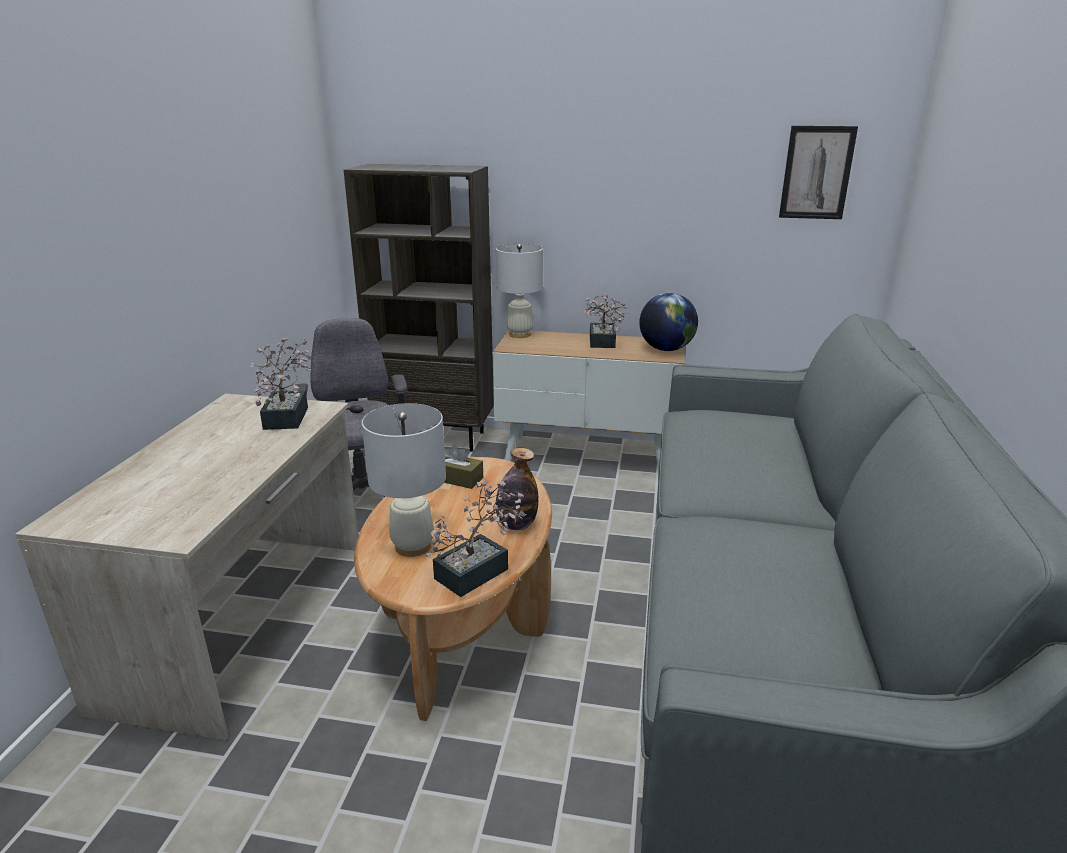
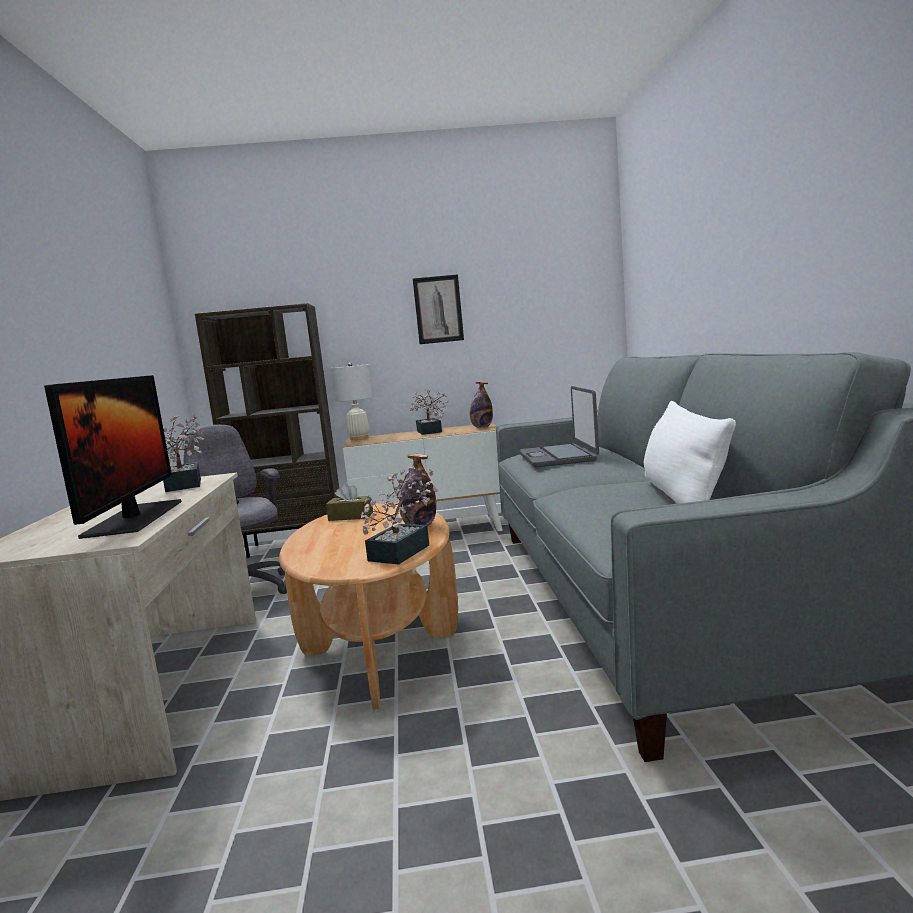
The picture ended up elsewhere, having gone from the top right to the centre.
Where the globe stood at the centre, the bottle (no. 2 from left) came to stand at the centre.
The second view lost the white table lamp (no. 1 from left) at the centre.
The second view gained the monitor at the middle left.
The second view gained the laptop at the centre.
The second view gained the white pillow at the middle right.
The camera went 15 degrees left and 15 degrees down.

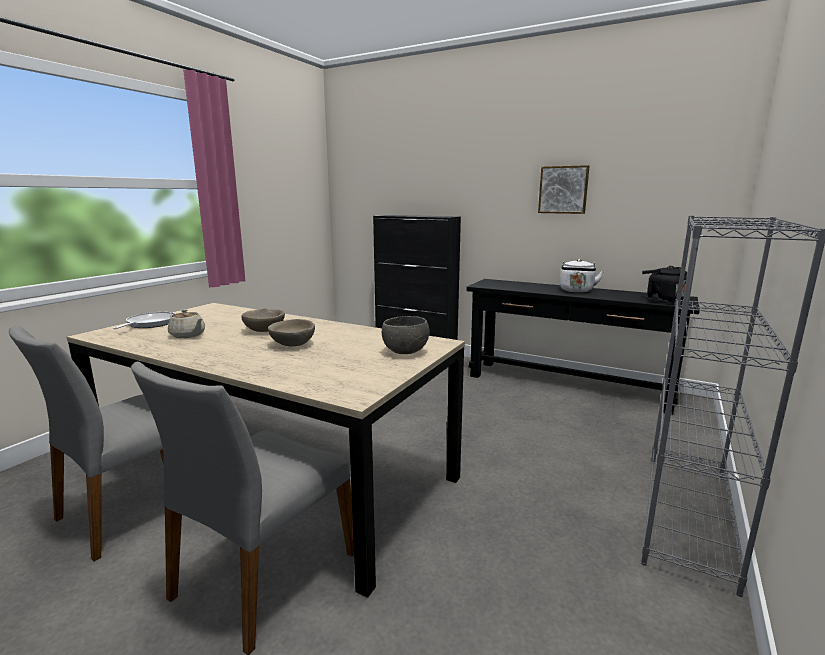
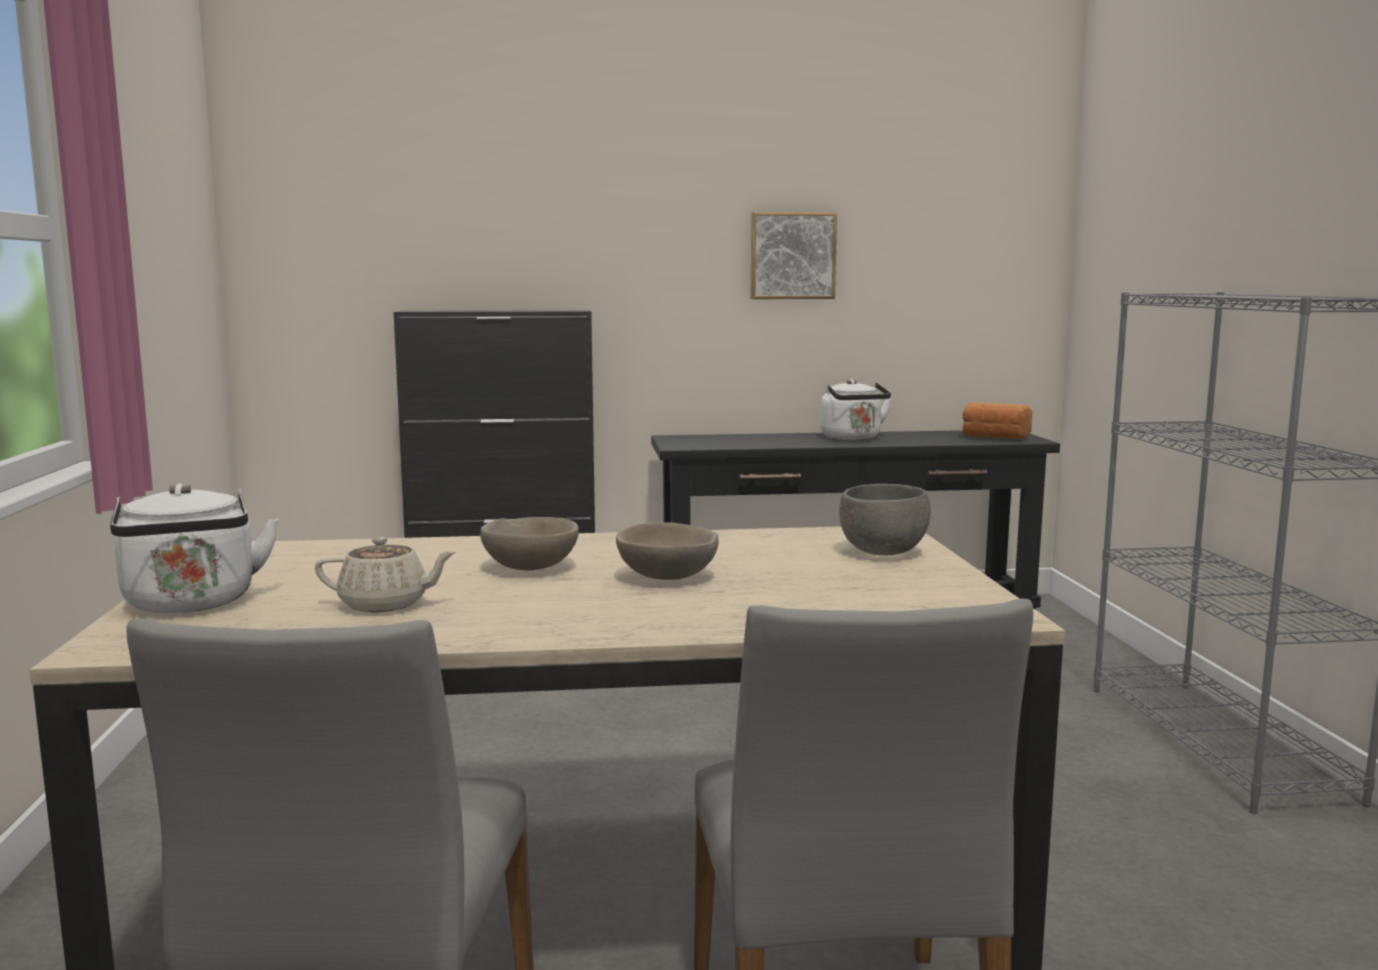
Where the black kettle stood at the middle right, the bread came to stand at the middle right.
Where the frying pan stood at the middle left, the white kettle (no. 1 from left) came to stand at the middle left.
The camera went 35 degrees left and 5 degrees down.

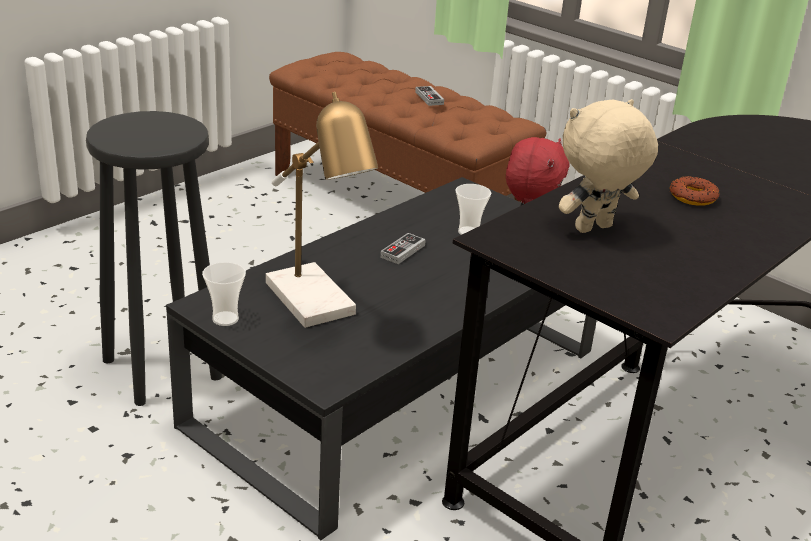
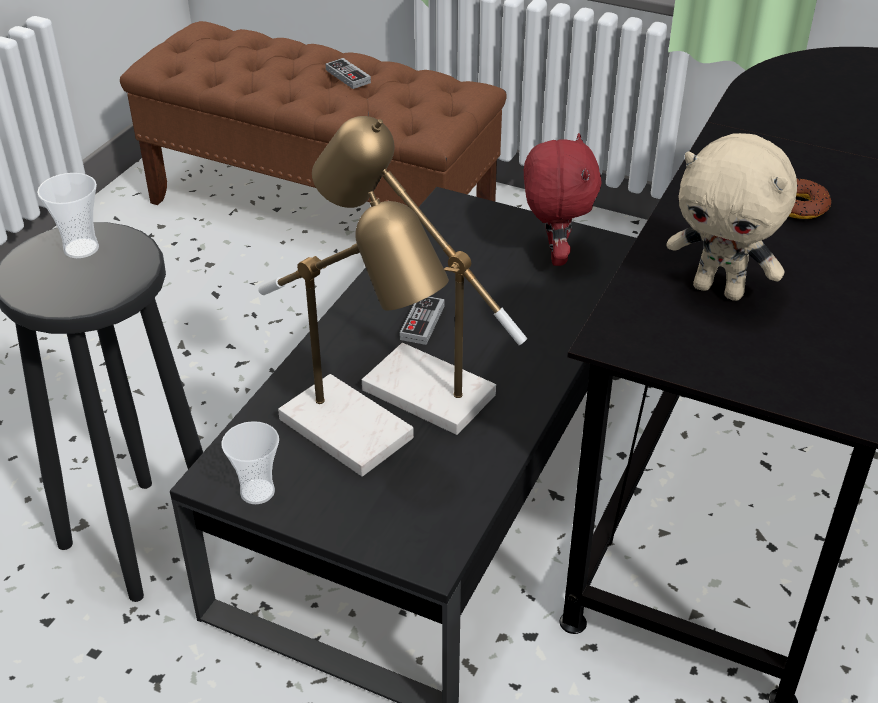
The beige plush toy at the top right ended up facing another way, 105 degrees counterclockwise from before.
The cup (no. 2 from left in the first image) ended up elsewhere, having gone from the centre to the top left.
The second view gained the table lamp (no. 2 from left) at the centre.
The camera went 15 degrees left and 10 degrees up.

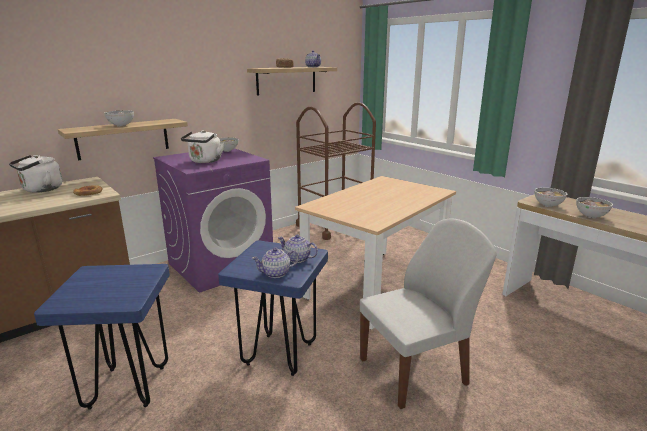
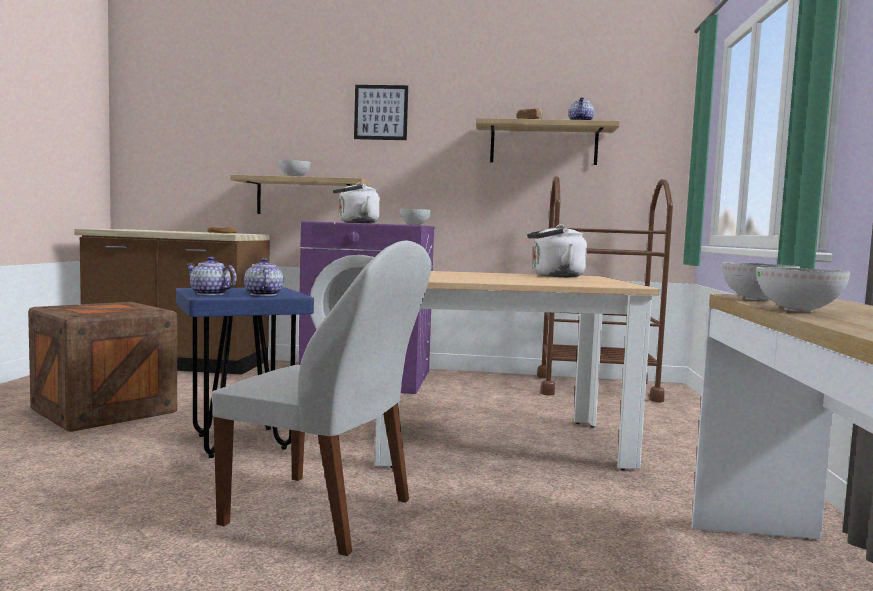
The white kettle (no. 1 from left in the first image) ended up elsewhere, having gone from the middle left to the centre.
Where the blue stool (no. 1 from left) stood at the bottom left, the crate came to stand at the middle left.
The second view gained the picture at the top centre.
The camera went 45 degrees right and 15 degrees down.

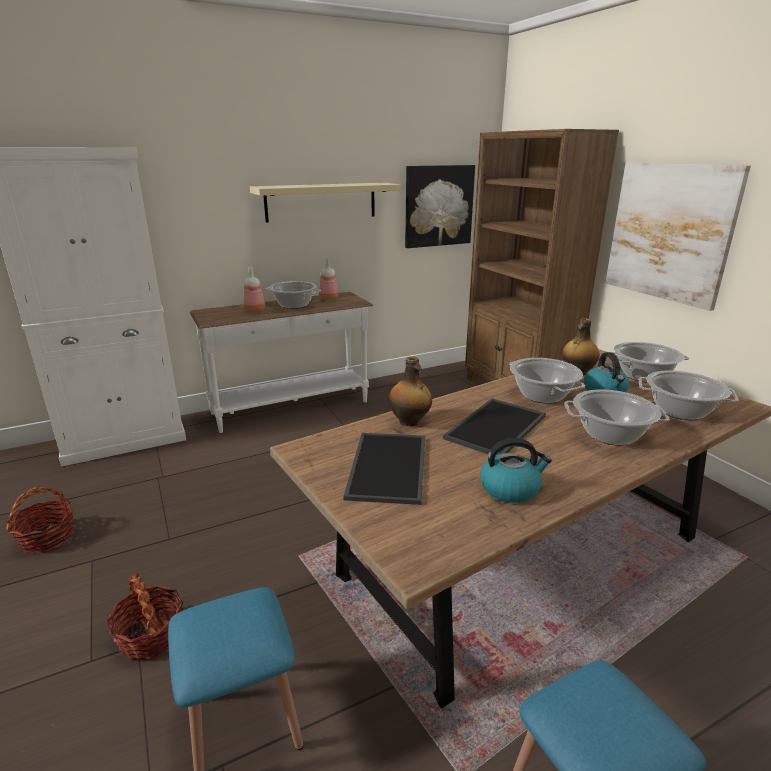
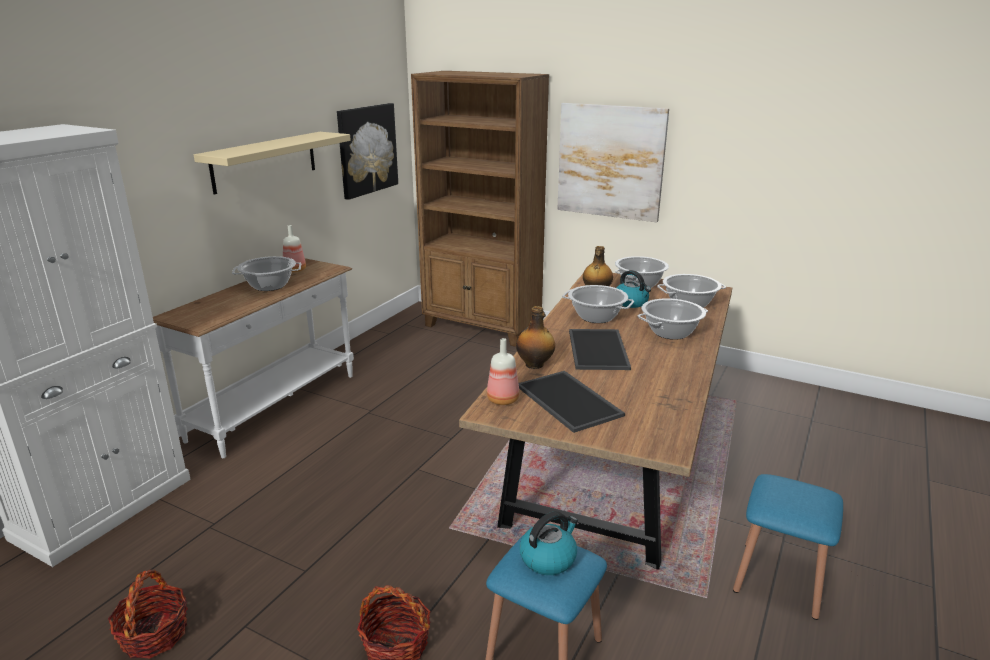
The bottle (no. 1 from left in the first image) ended up elsewhere, having gone from the middle left to the centre.
The kettle (no. 1 from left) ended up elsewhere, having gone from the middle right to the bottom centre.
The camera went 35 degrees left and 0 degrees up.

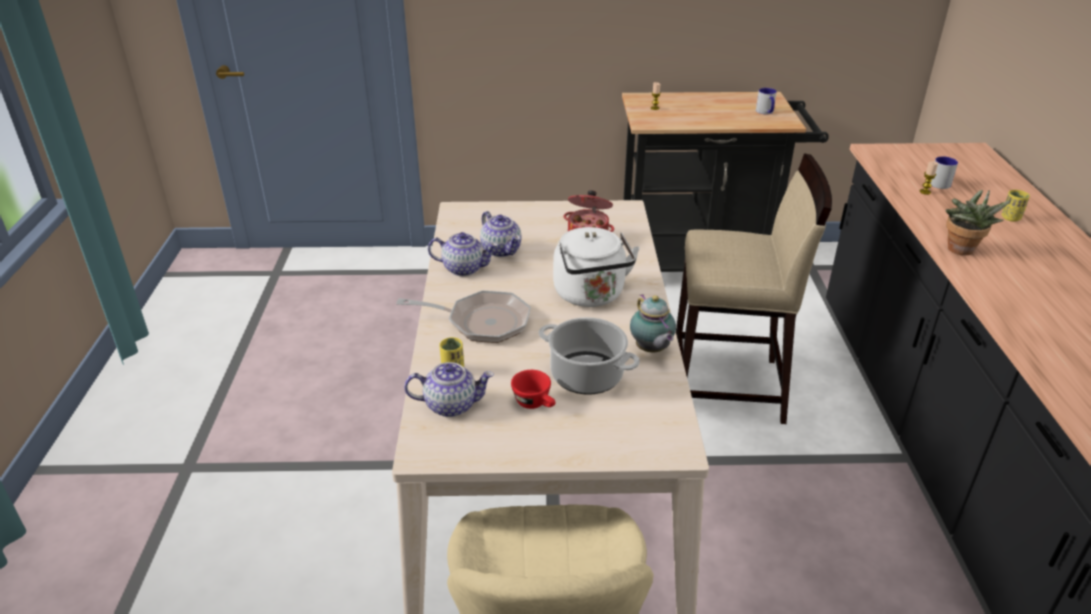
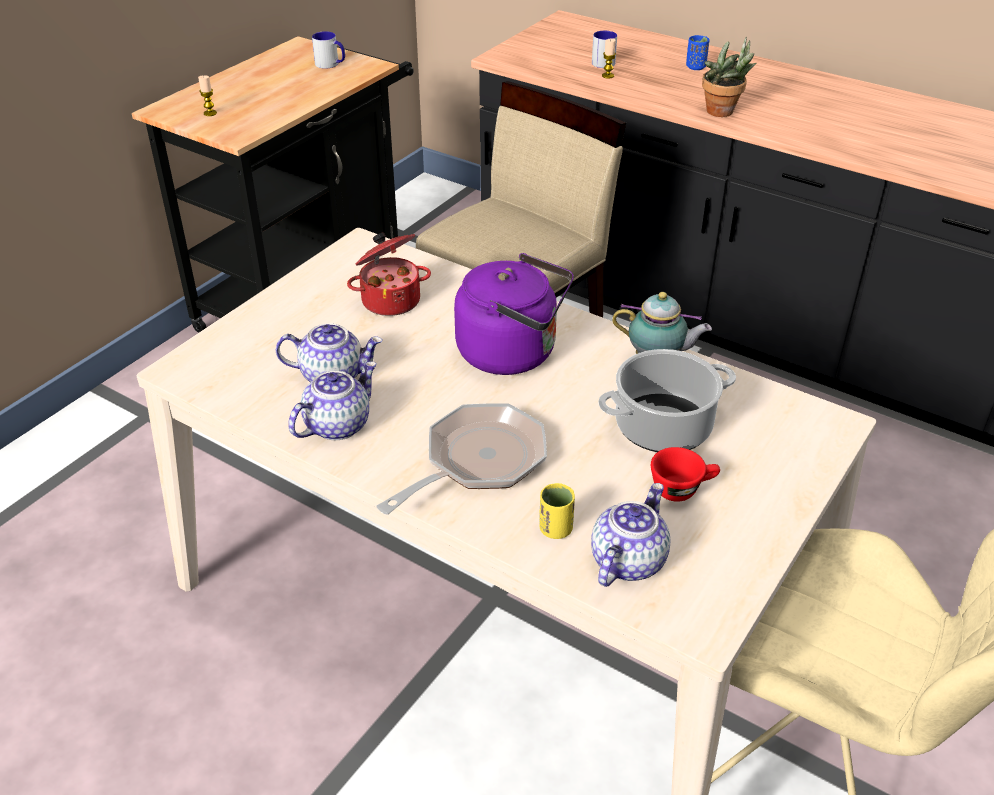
What was the yellow cup (no. 2 from left) at the middle right turned into the blue cup at the top right.
What was the white kettle at the centre turned into the purple kettle at the centre.
The camera went 55 degrees left and 5 degrees up.

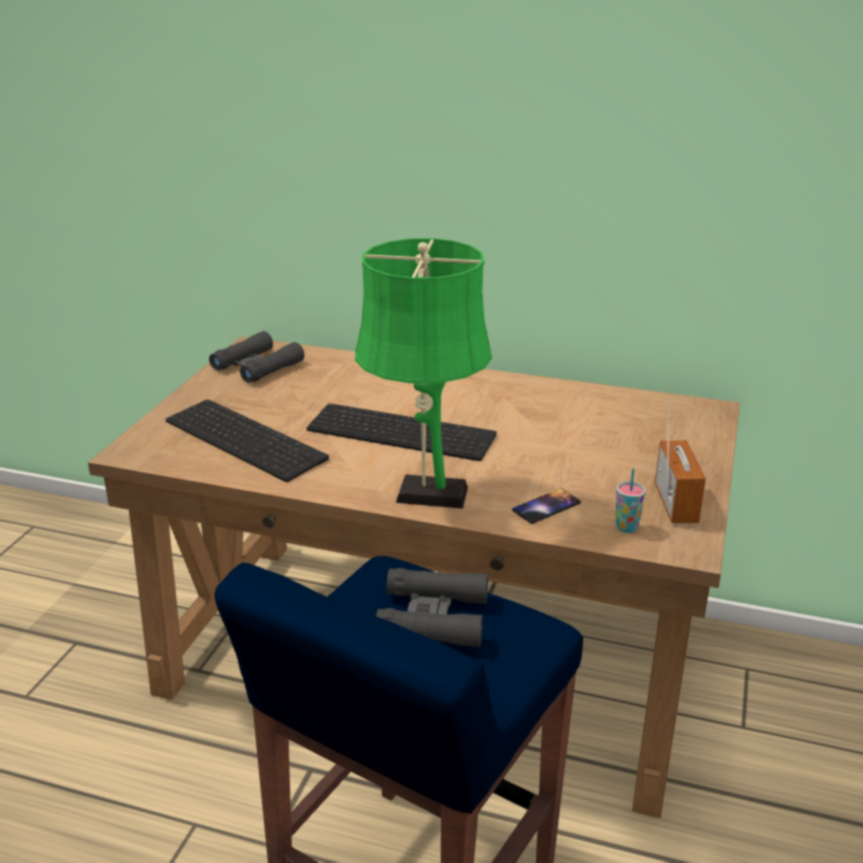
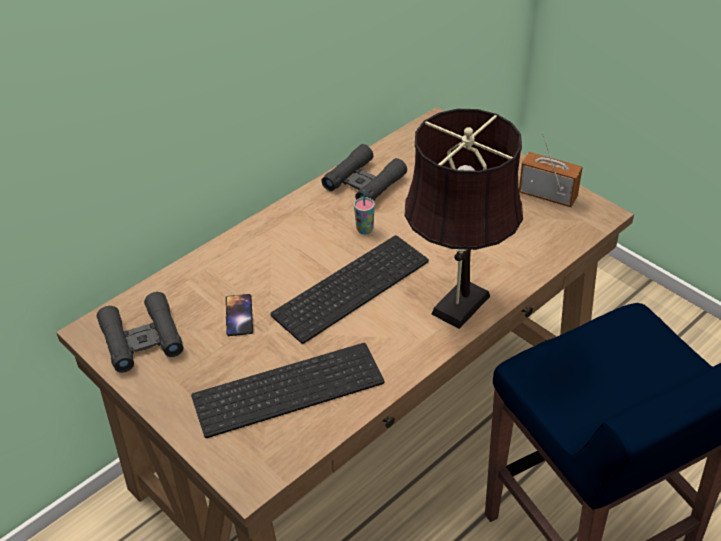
What was the green table lamp at the centre turned into the brown table lamp at the centre.
The cup ended up elsewhere, having gone from the middle right to the centre.
The phone ended up elsewhere, having gone from the centre to the middle left.
The black binoculars (no. 2 from left) ended up elsewhere, having gone from the bottom centre to the top centre.
The camera went 60 degrees left and 15 degrees up.

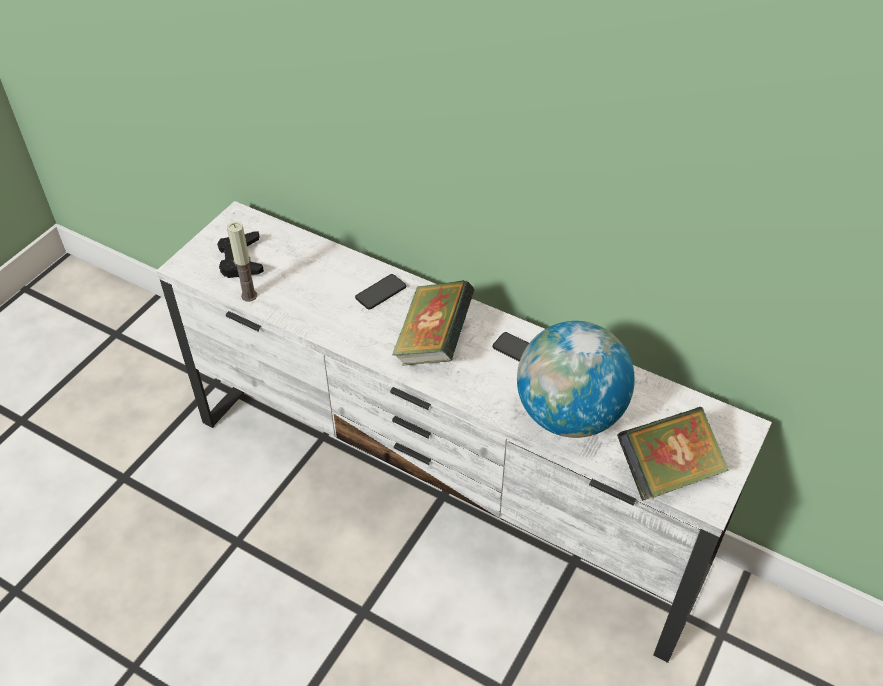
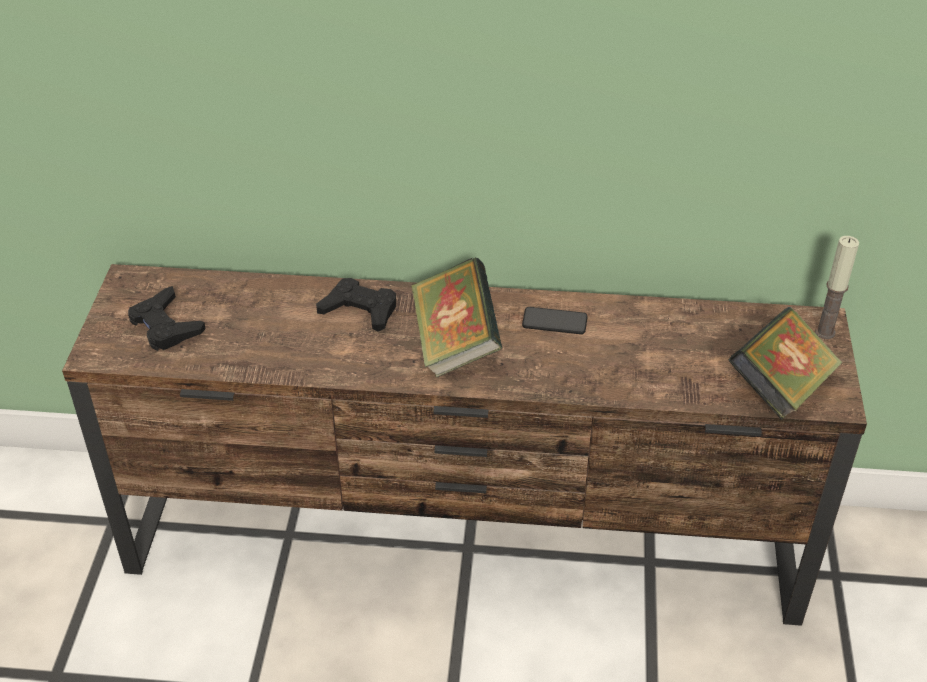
What was the white tv stand at the centre turned into the brown tv stand at the centre.
The candle ended up elsewhere, having gone from the middle left to the middle right.
Where the phone (no. 1 from left) stood at the centre, the black game controller (no. 2 from left) came to stand at the centre.
The second view lost the globe at the centre.
The camera went 25 degrees left and 5 degrees down.

